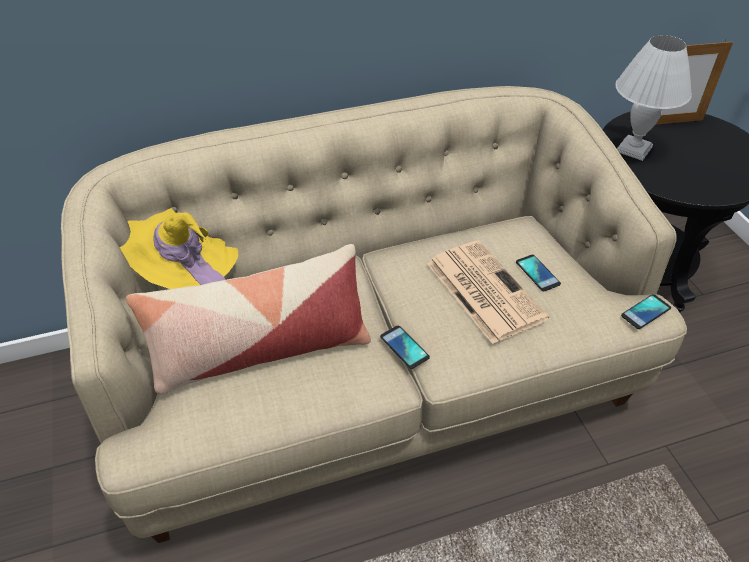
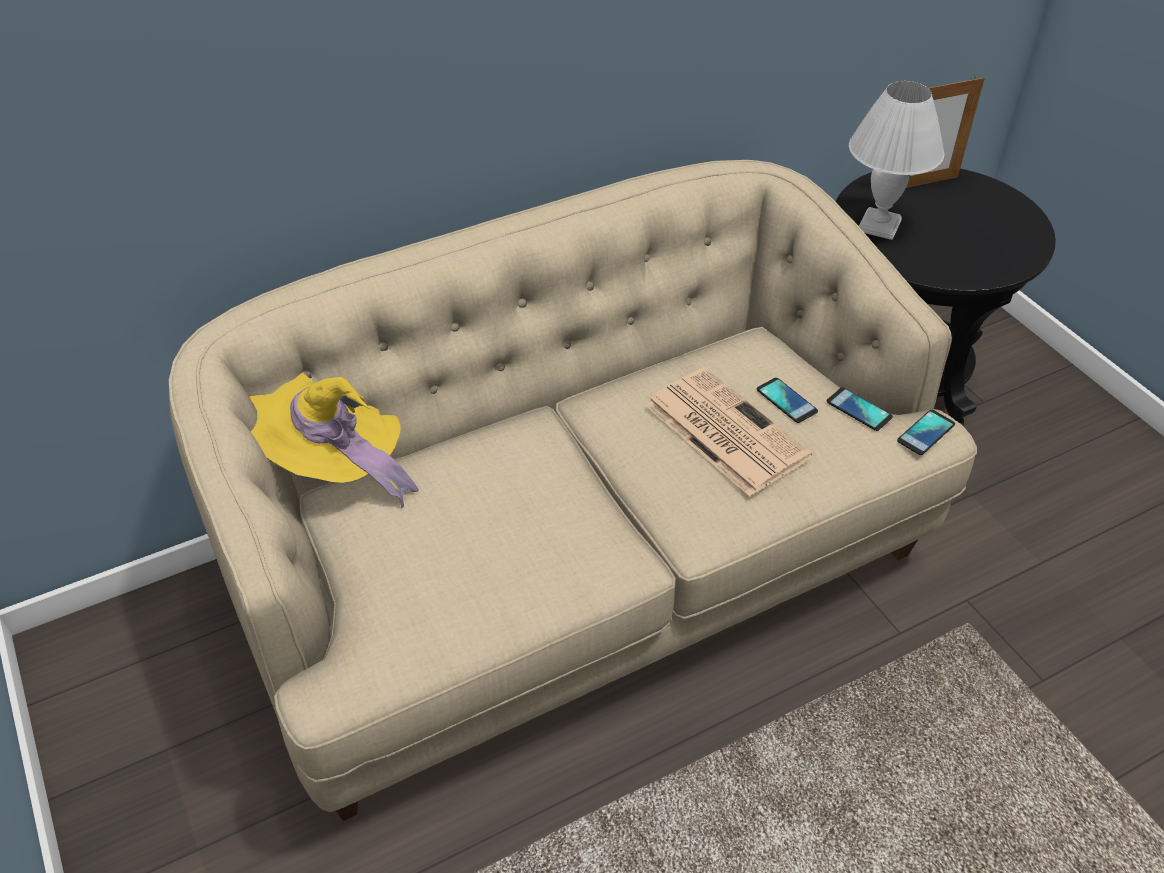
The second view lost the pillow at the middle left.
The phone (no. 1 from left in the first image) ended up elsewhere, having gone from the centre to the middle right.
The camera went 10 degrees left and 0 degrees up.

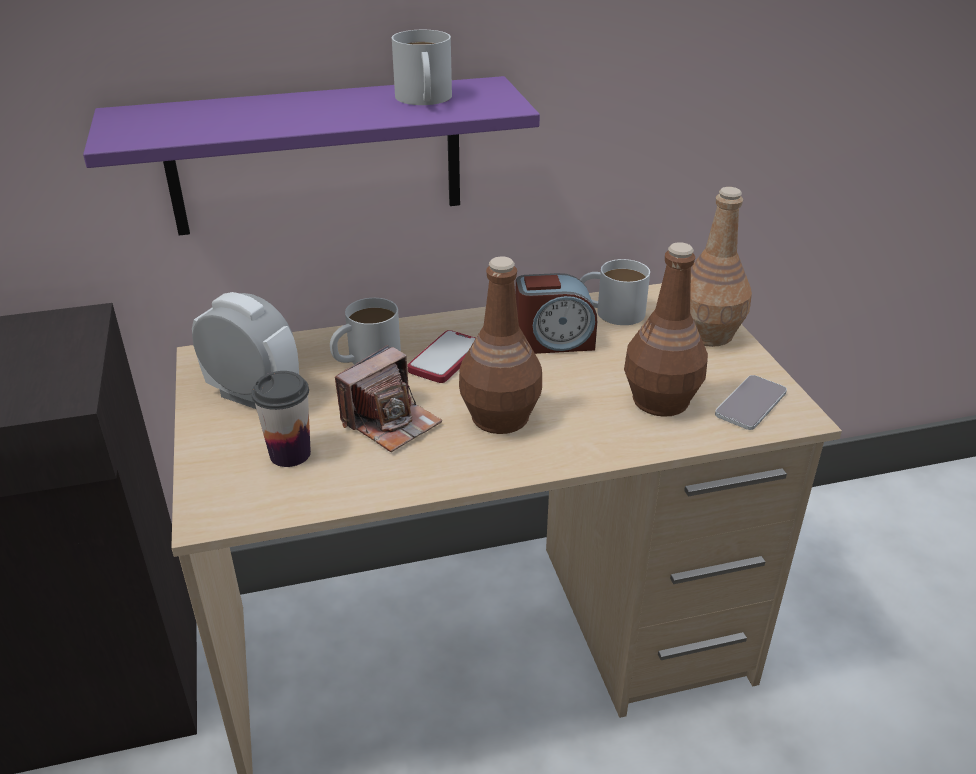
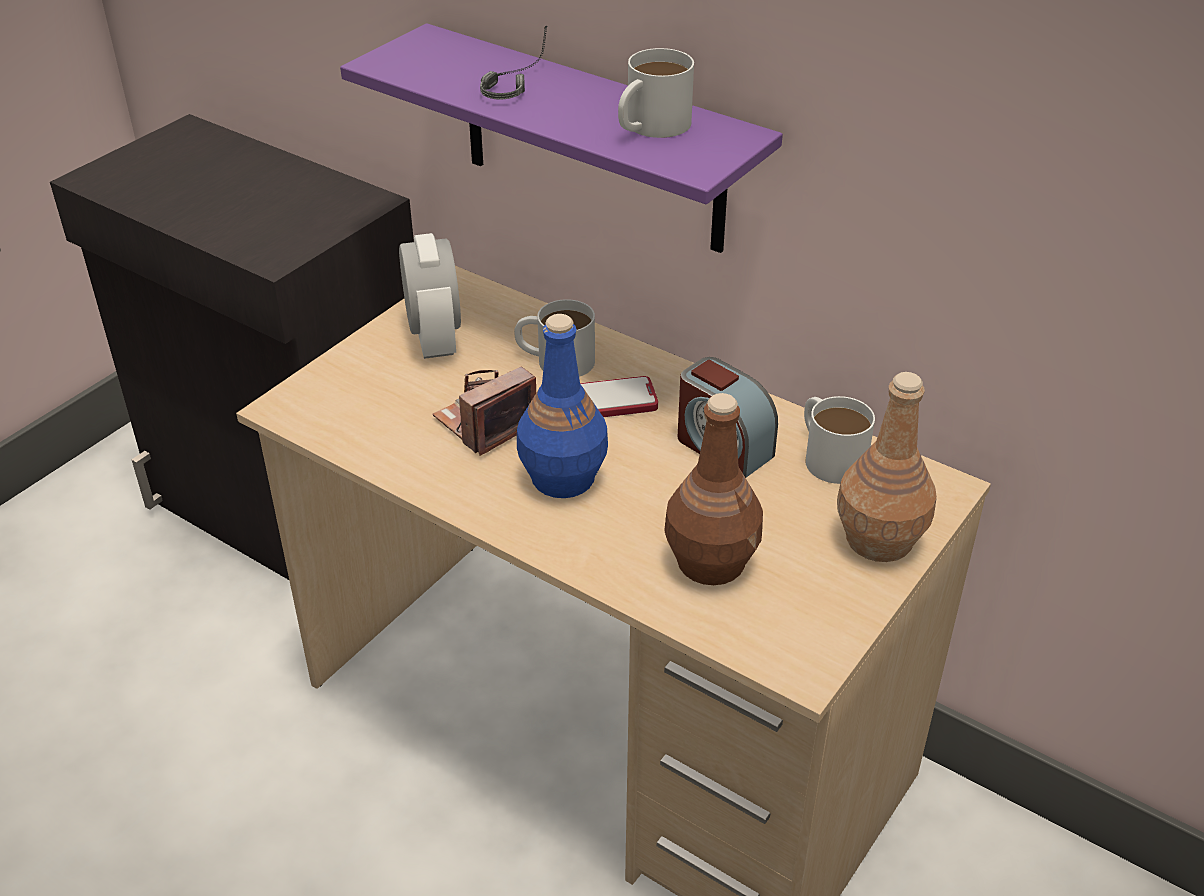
What was the brown bottle (no. 1 from left) at the centre turned into the blue bottle at the centre.
The photo camera at the centre ended up facing another way, 135 degrees clockwise from before.
The second view lost the cup at the middle left.
The second view lost the phone (no. 2 from left) at the middle right.
The second view gained the headphones at the top centre.
The camera went 50 degrees right and 5 degrees up.

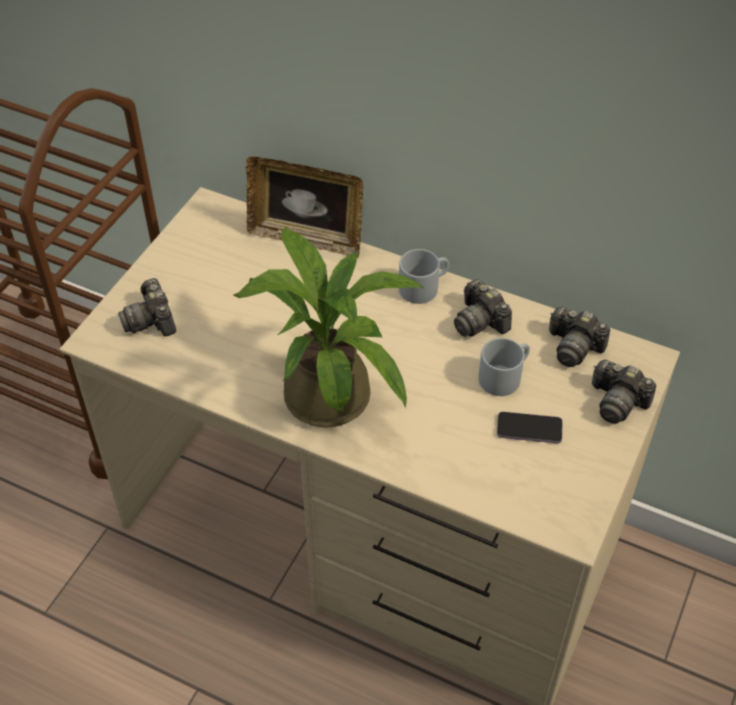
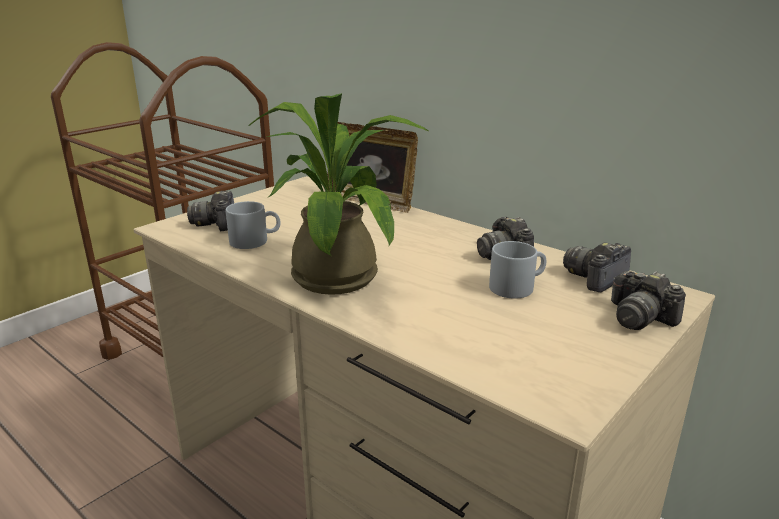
The grey mug (no. 1 from left) ended up elsewhere, having gone from the centre to the middle left.
The photo camera (no. 3 from left) at the middle right ended up facing another way, 90 degrees clockwise from before.
The second view lost the phone at the middle right.
The camera went 15 degrees right and 25 degrees down.

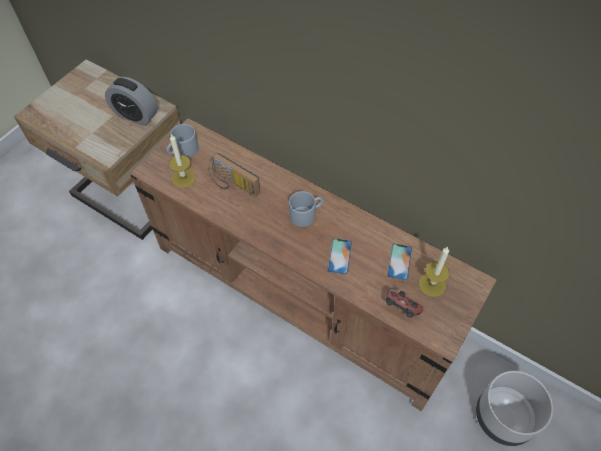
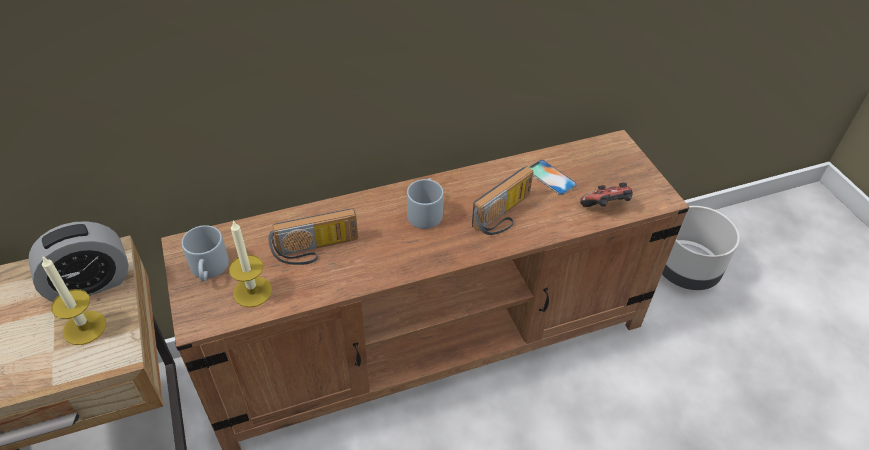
Where the phone (no. 1 from left) stood at the centre, the radio (no. 2 from left) came to stand at the centre.
The candle (no. 2 from left in the first image) ended up elsewhere, having gone from the middle right to the bottom left.
The camera went 55 degrees left and 10 degrees down.

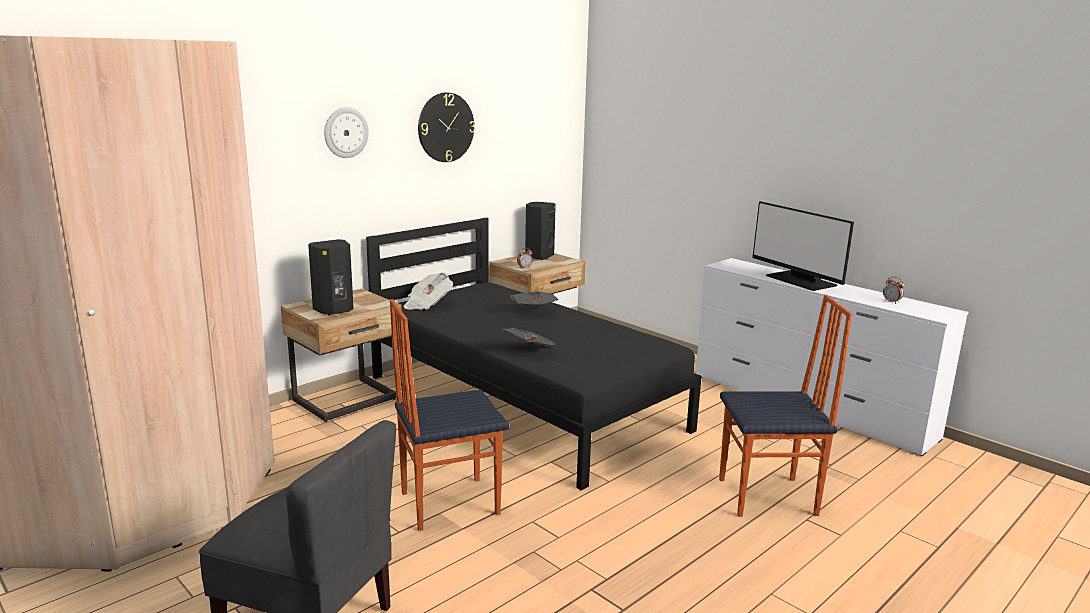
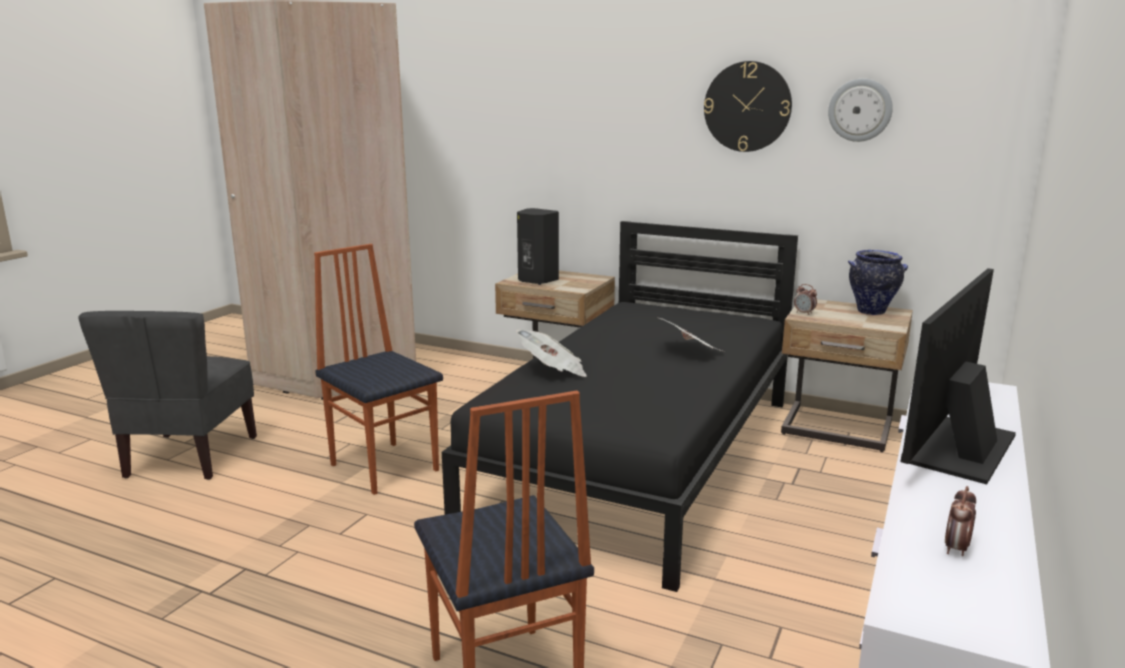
The wall clock (no. 1 from left in the first image) ended up elsewhere, having gone from the top left to the top right.
Where the black speaker (no. 2 from left) stood at the centre, the vase came to stand at the middle right.
The second view lost the newspaper (no. 1 from left) at the centre.
The camera went 70 degrees right and 0 degrees up.

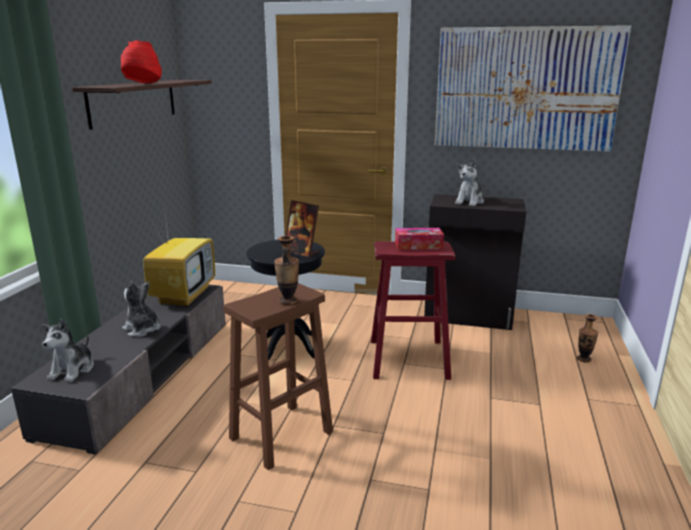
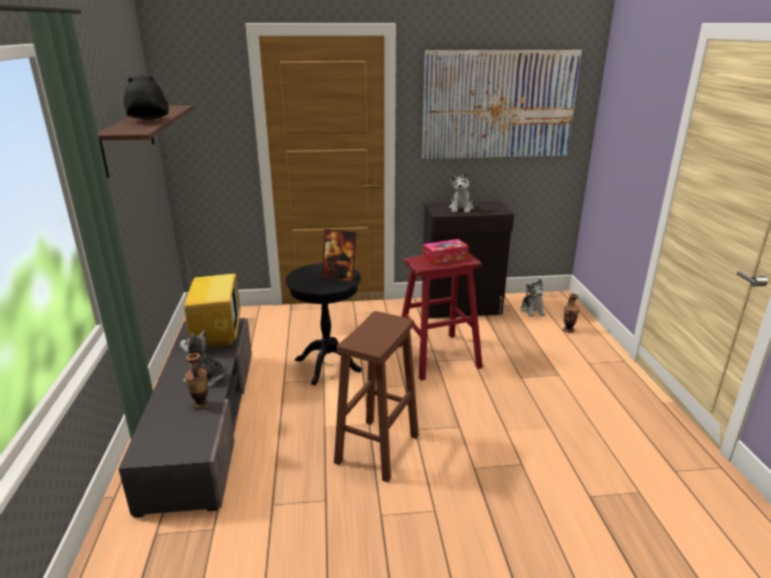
What was the red hat at the top left turned into the black hat at the top left.
The vase (no. 1 from left) ended up elsewhere, having gone from the centre to the middle left.
The plush toy (no. 1 from left in the first image) ended up elsewhere, having gone from the middle left to the middle right.
The camera went 20 degrees left and 5 degrees up.

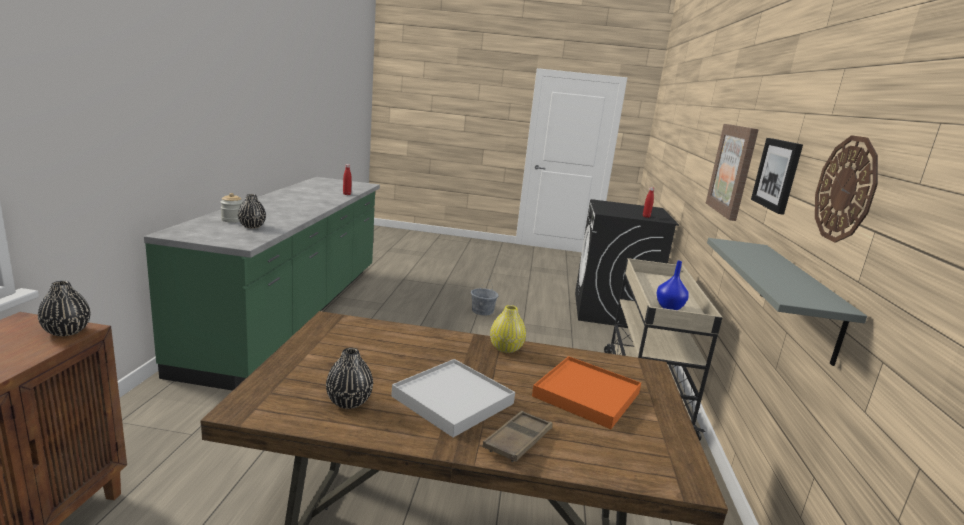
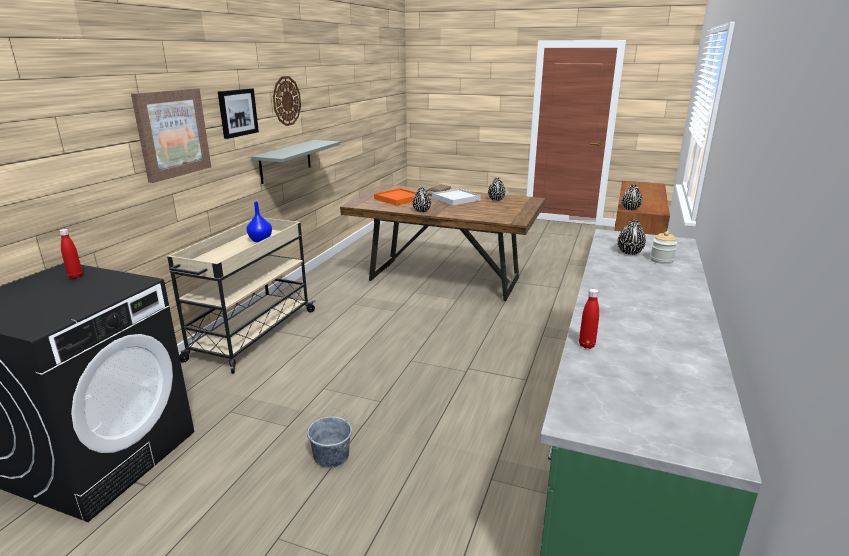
What was the yellow vase at the centre turned into the black vase (no. 1 from left) at the centre.
The camera went 165 degrees left and 5 degrees up.

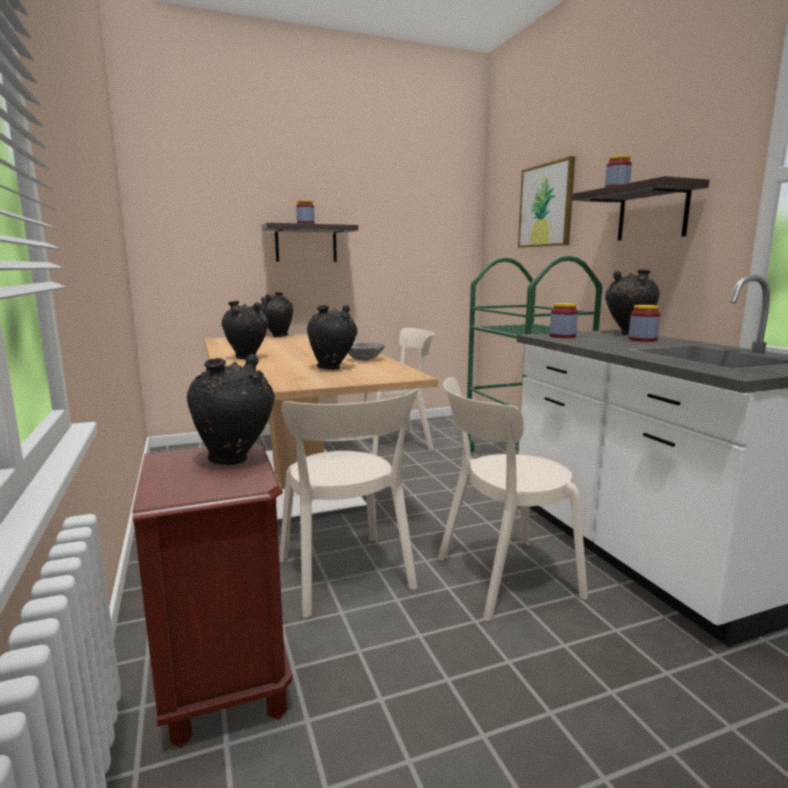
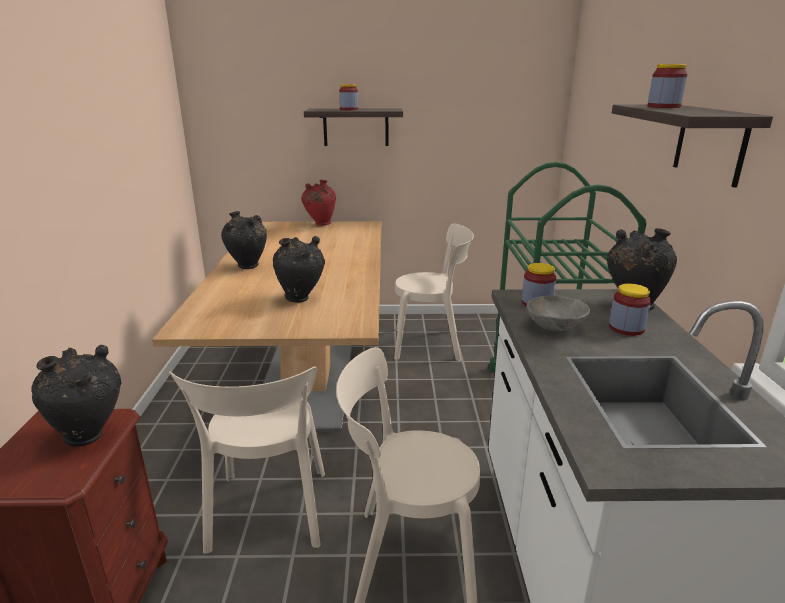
The second view lost the picture at the top right.
What was the black vase (no. 3 from left) at the centre turned into the red vase at the centre.
The grey bowl ended up elsewhere, having gone from the centre to the middle right.
The camera went 20 degrees right and 10 degrees up.

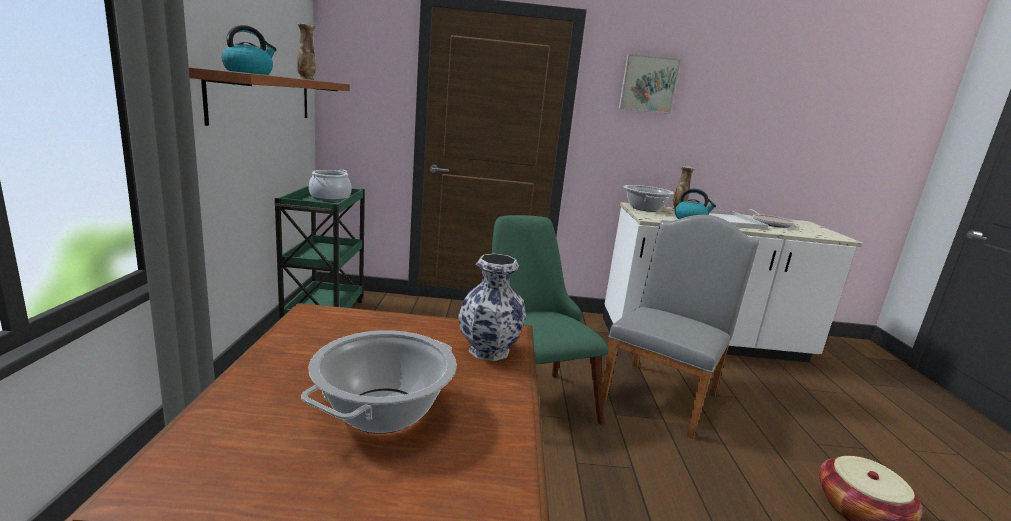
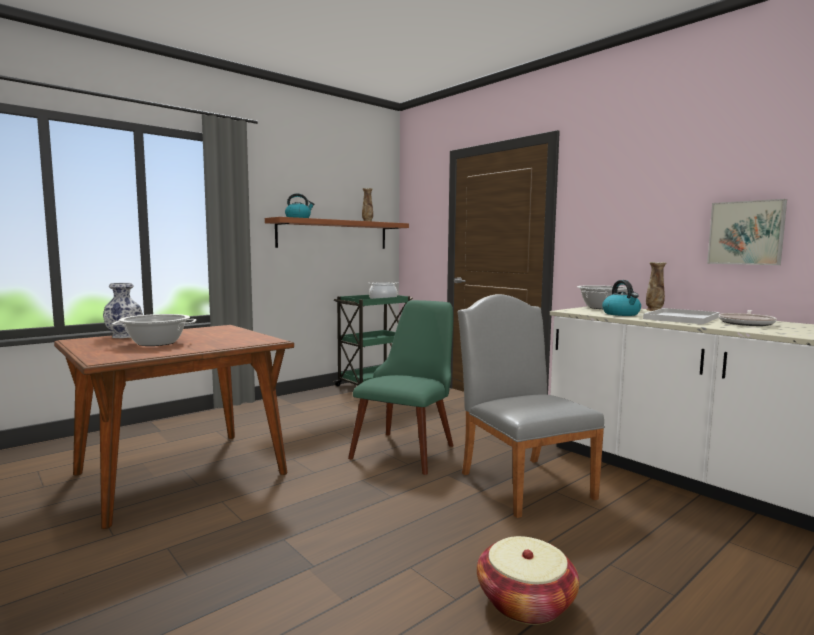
The picture ended up elsewhere, having gone from the top centre to the middle right.
The grey chair at the middle right ended up facing another way, 105 degrees counterclockwise from before.
The vase (no. 2 from left in the first image) ended up elsewhere, having gone from the centre to the middle left.
The camera went 50 degrees right and 10 degrees down.

